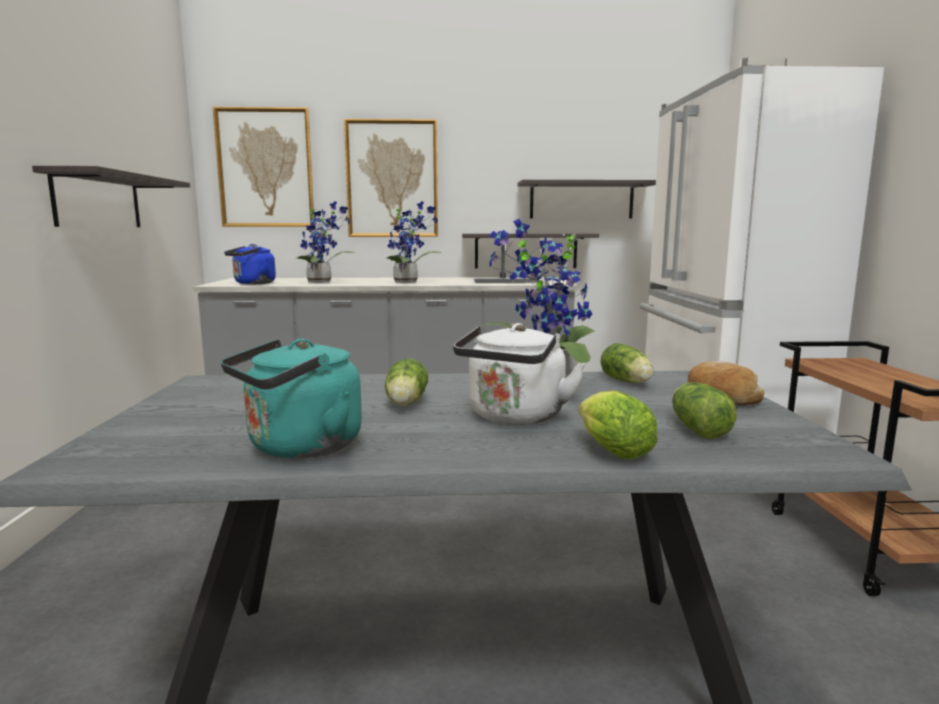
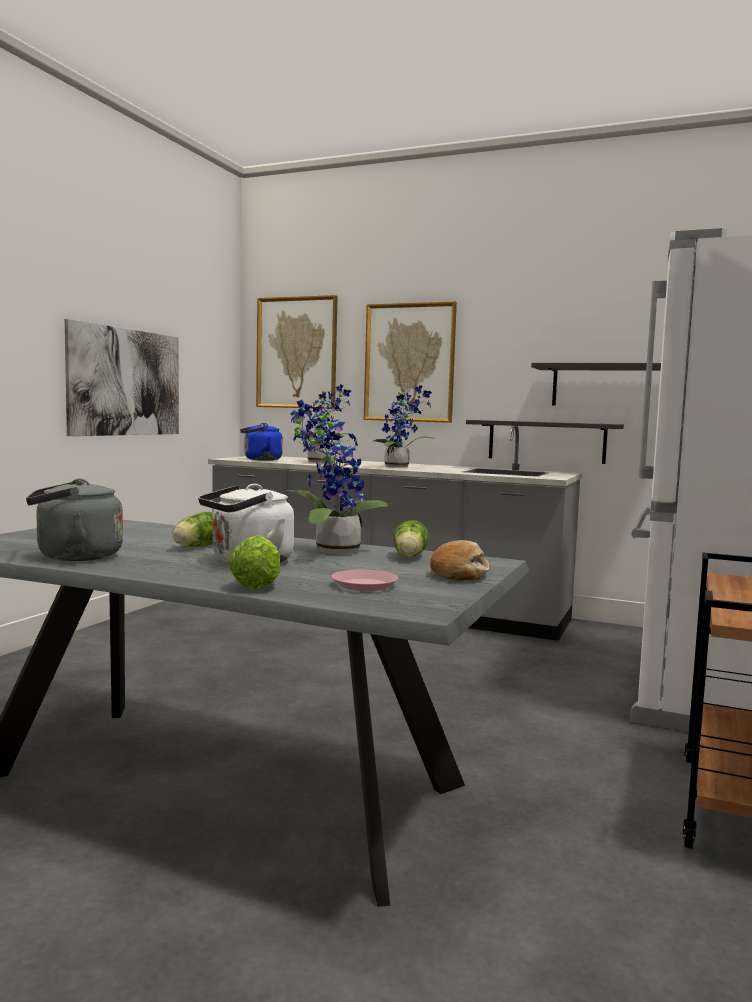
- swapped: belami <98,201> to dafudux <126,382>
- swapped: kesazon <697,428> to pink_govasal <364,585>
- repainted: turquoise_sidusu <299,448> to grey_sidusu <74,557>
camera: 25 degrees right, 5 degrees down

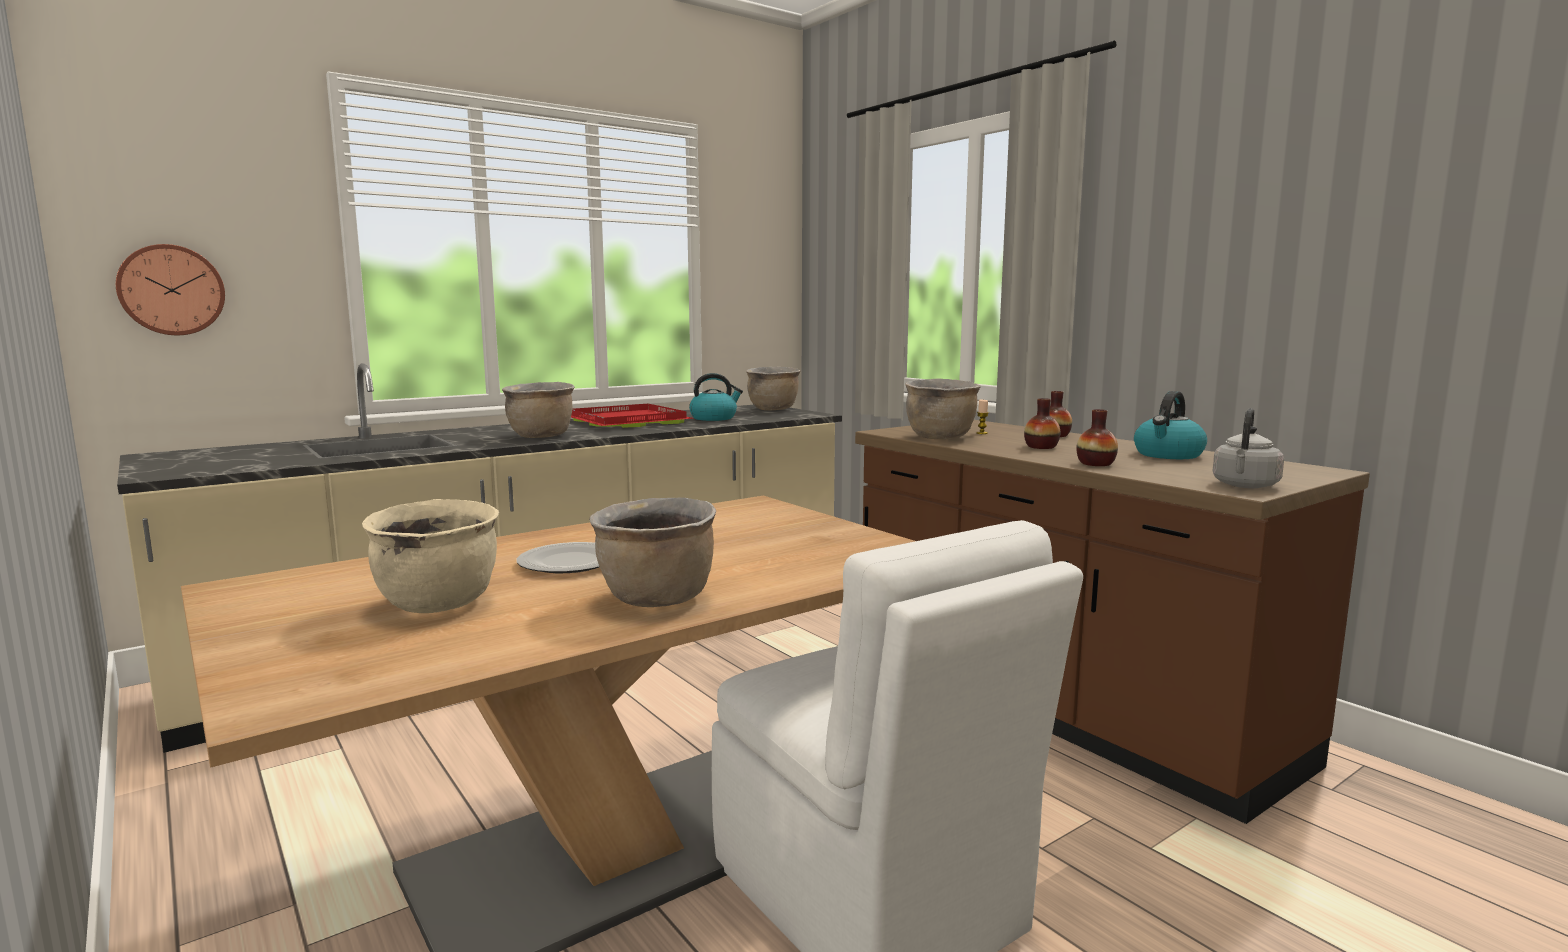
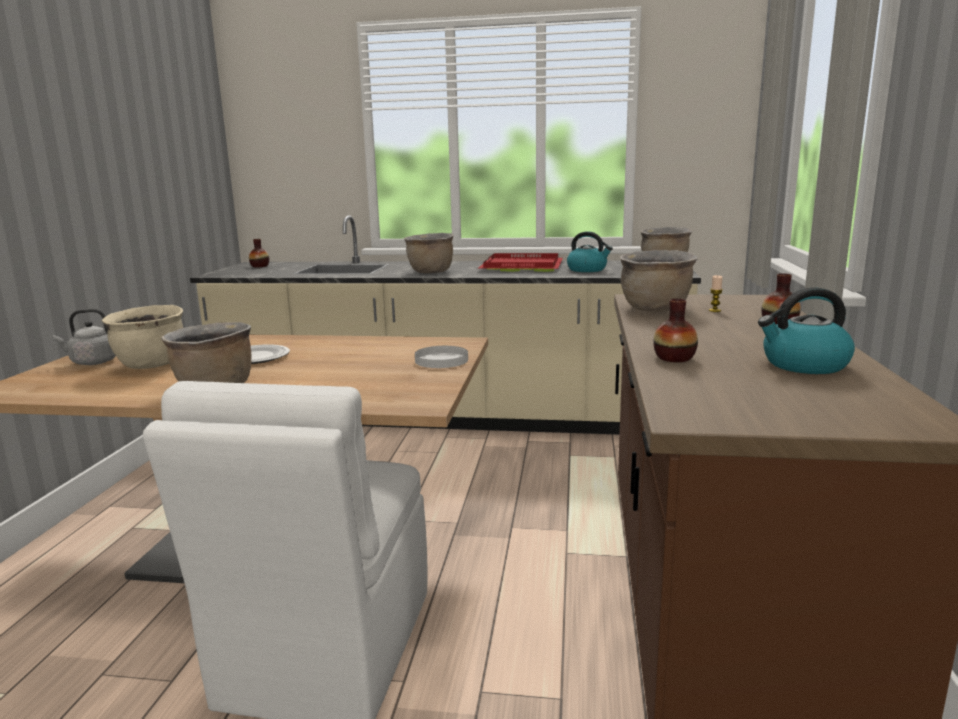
- gone: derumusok <171,290>
- new: white_govasal <441,360>
- shifted: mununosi <1041,447> to <260,266>
- shifted: grey_sidusu <1244,486> to <92,362>
camera: 45 degrees right, 5 degrees up

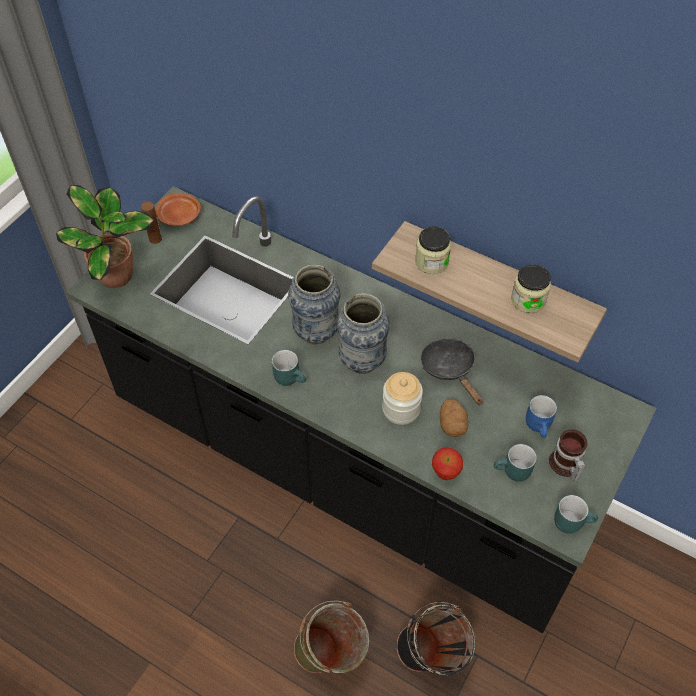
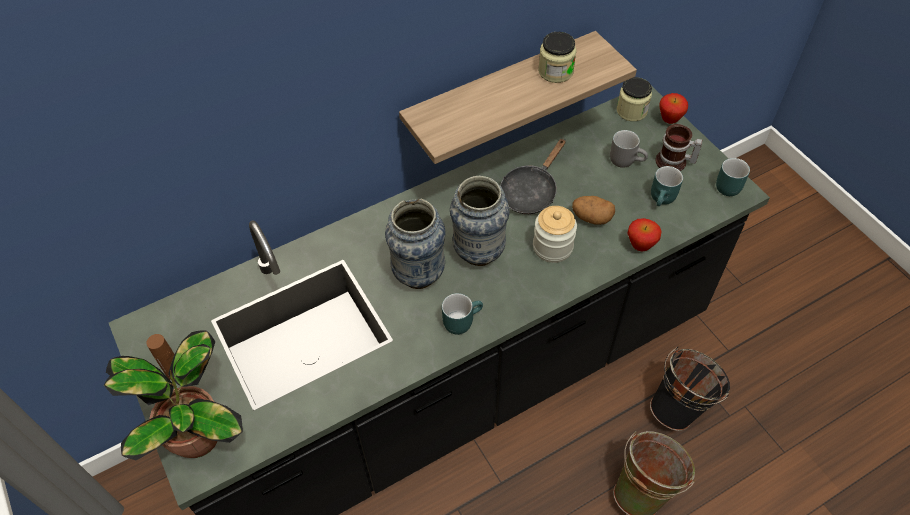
- gone: brown_govasal <179,216>
- new: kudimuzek <669,120>
- shifted: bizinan <431,262> to <631,111>
- repainted: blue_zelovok <540,426> to grey_zelovok <626,159>
- rotated: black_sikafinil <450,369> = <531,191> 60 degrees counterclockwise
camera: 60 degrees left, 0 degrees up

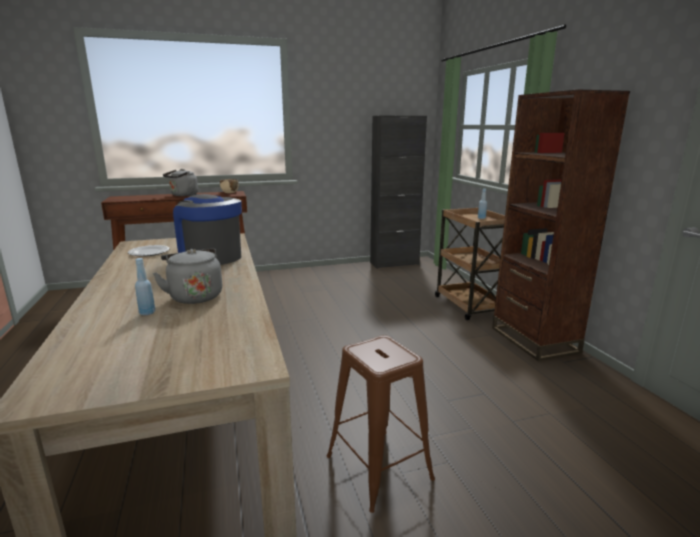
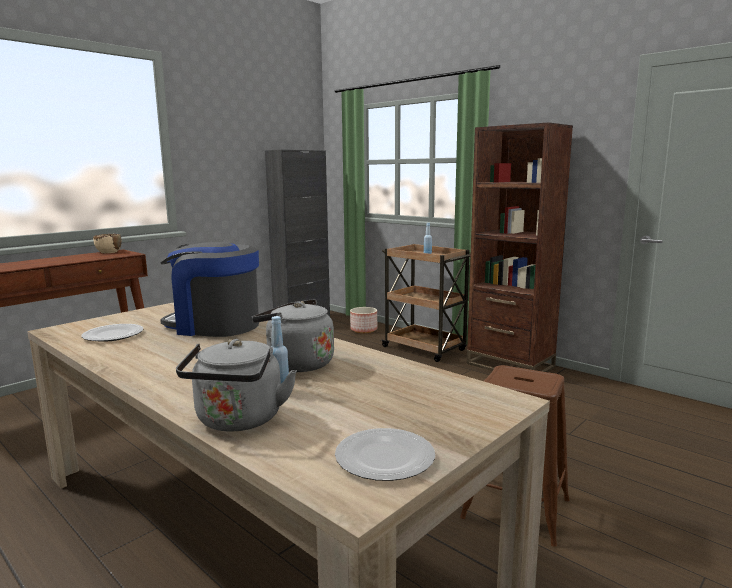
- new: govasal <386,458>
- new: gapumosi <364,330>
- shifted: grey_sidusu <183,195> to <238,421>
camera: 30 degrees left, 5 degrees down

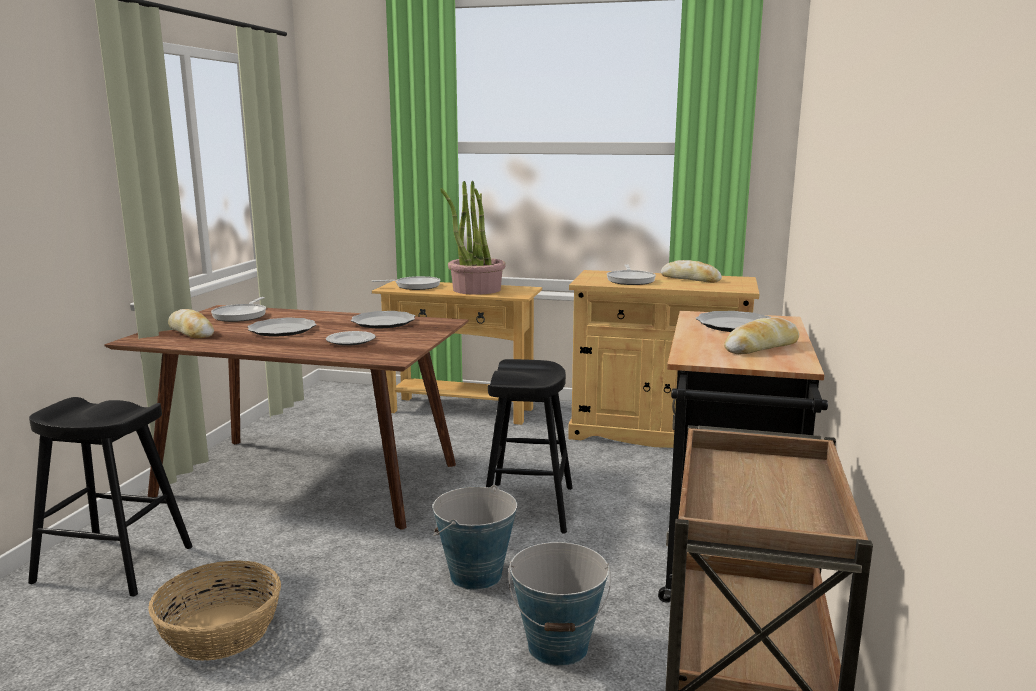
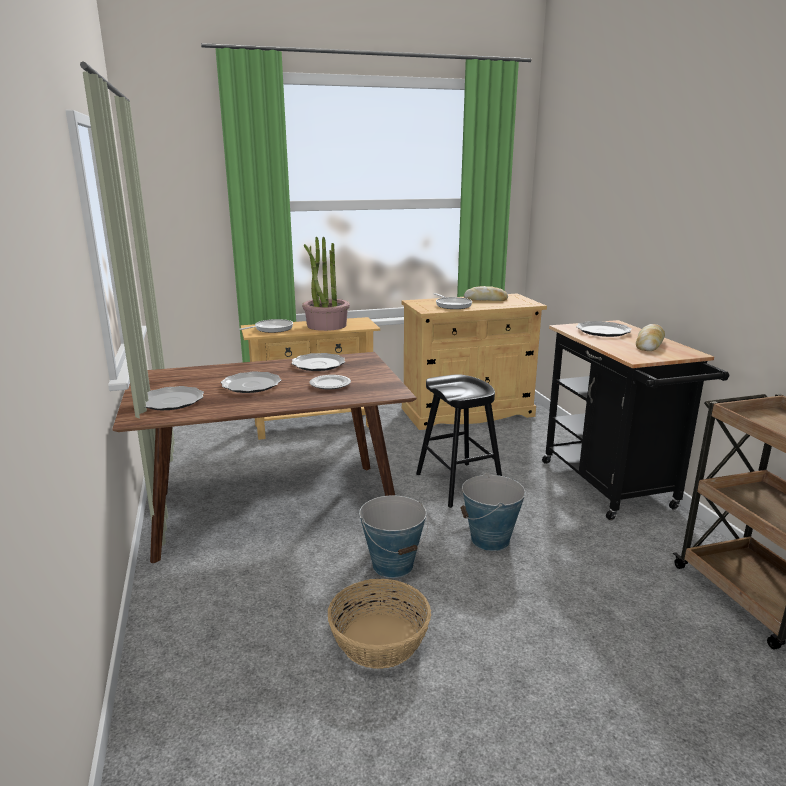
- gone: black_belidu <114,564>
- gone: sikafinil <241,315>
- shifted: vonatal <558,646> to <393,565>
- swapped: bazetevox <191,332> to govasal <172,401>
camera: 30 degrees left, 5 degrees up

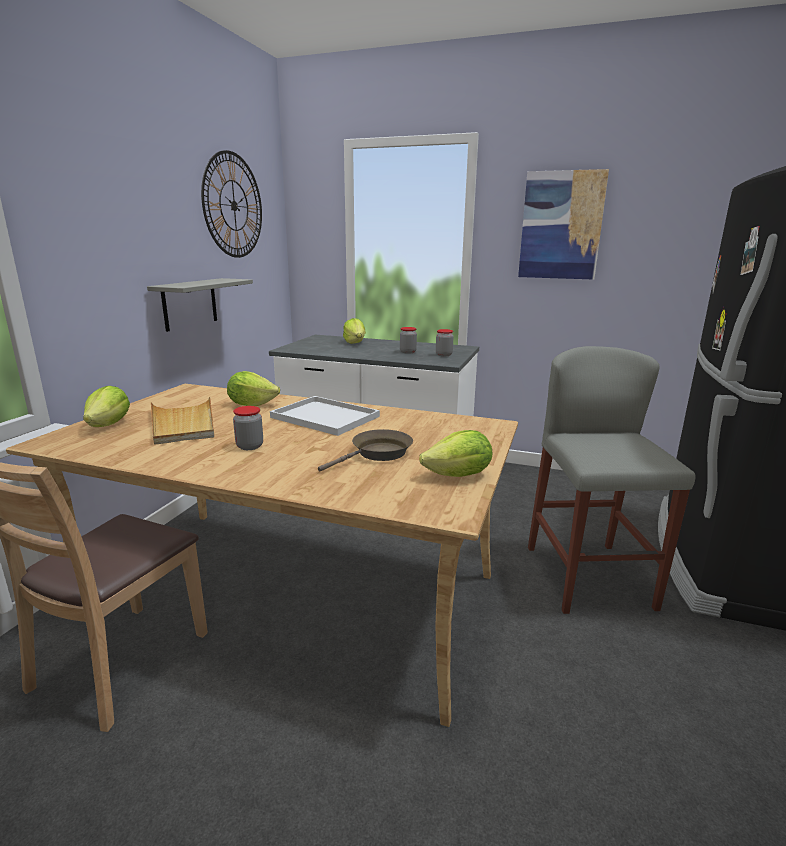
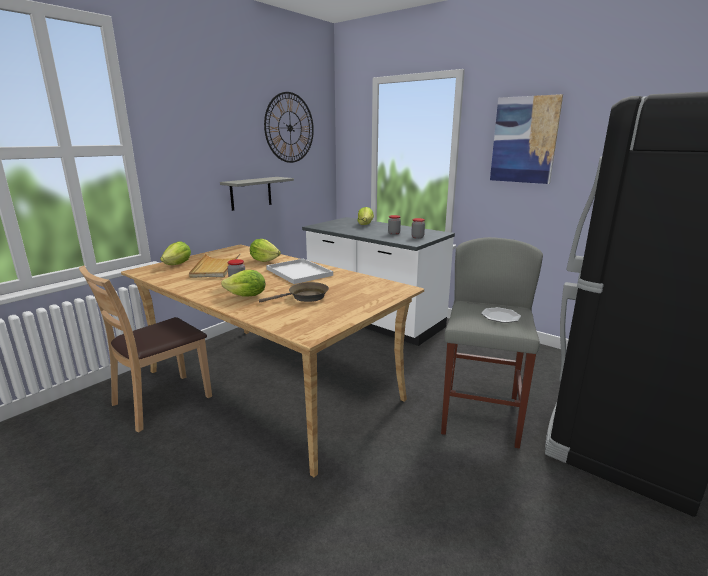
- new: govasal <500,316>
- shifted: kesazon <459,476> to <247,296>
camera: 20 degrees right, 0 degrees up

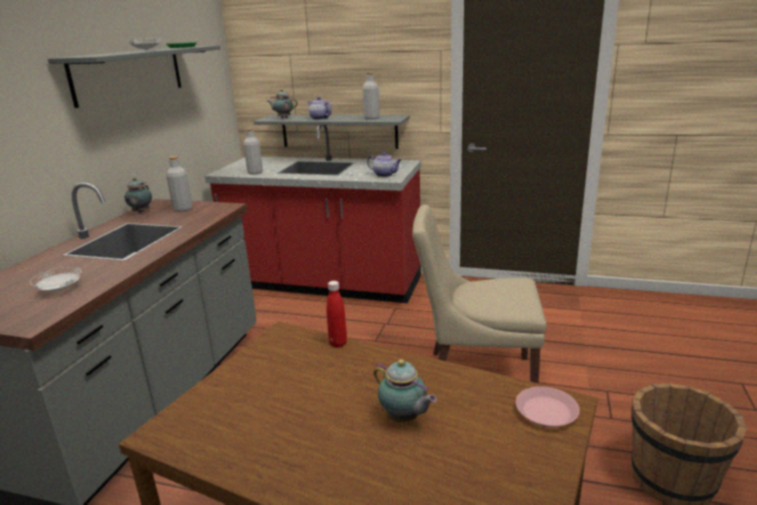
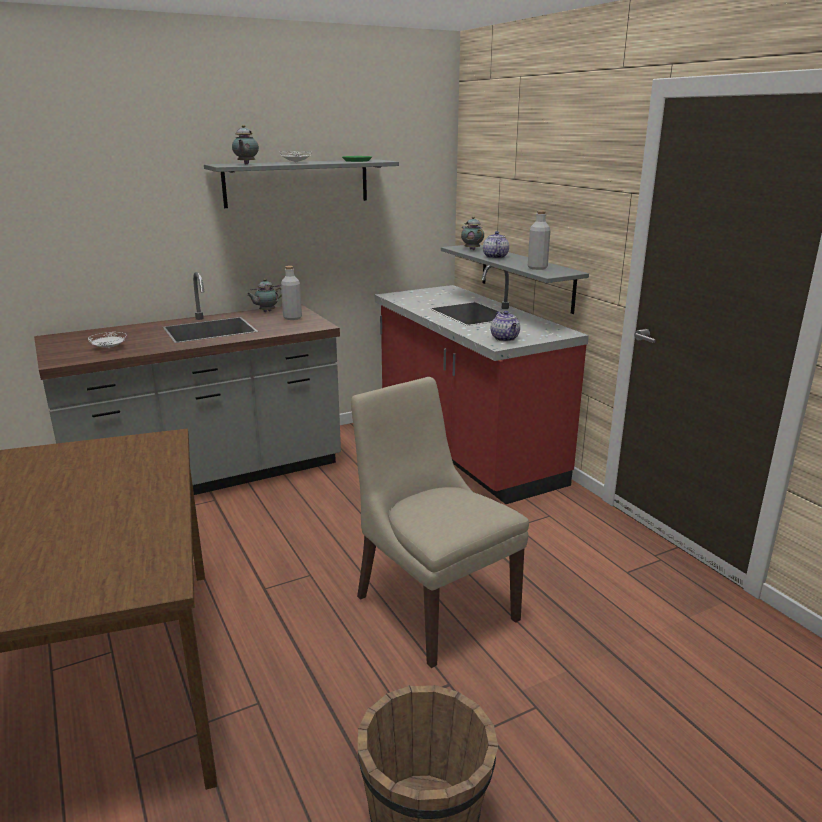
- gone: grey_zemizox <255,172>
- gone: red_zemizox <338,343>
- gone: pink_govasal <546,411>
- shifted: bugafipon <404,418> to <246,164>
camera: 45 degrees right, 0 degrees up

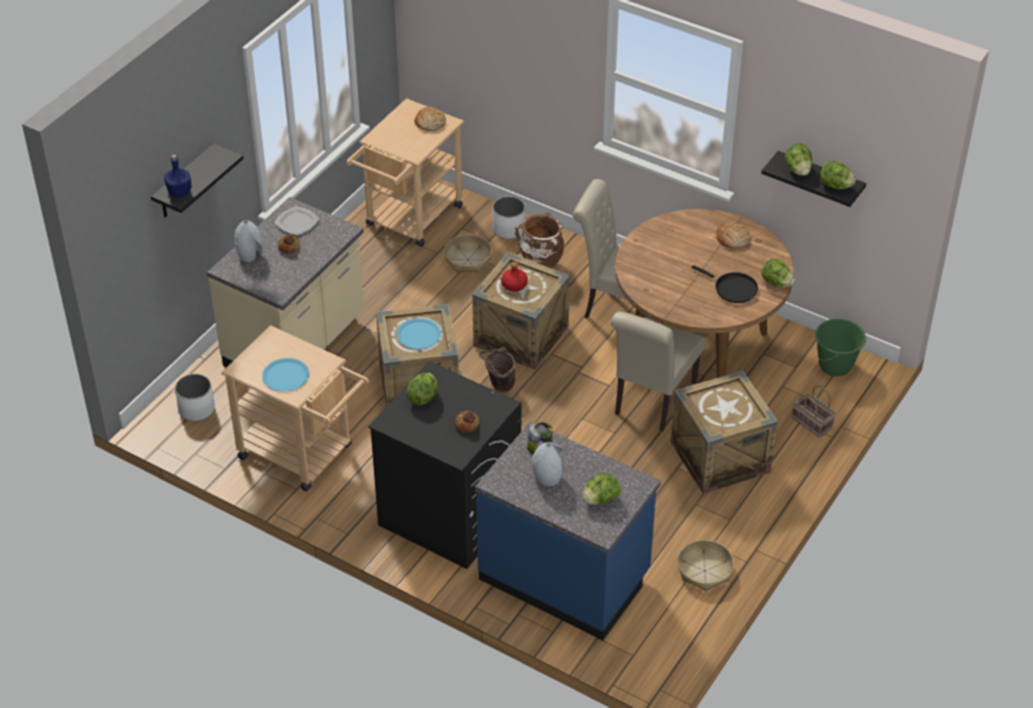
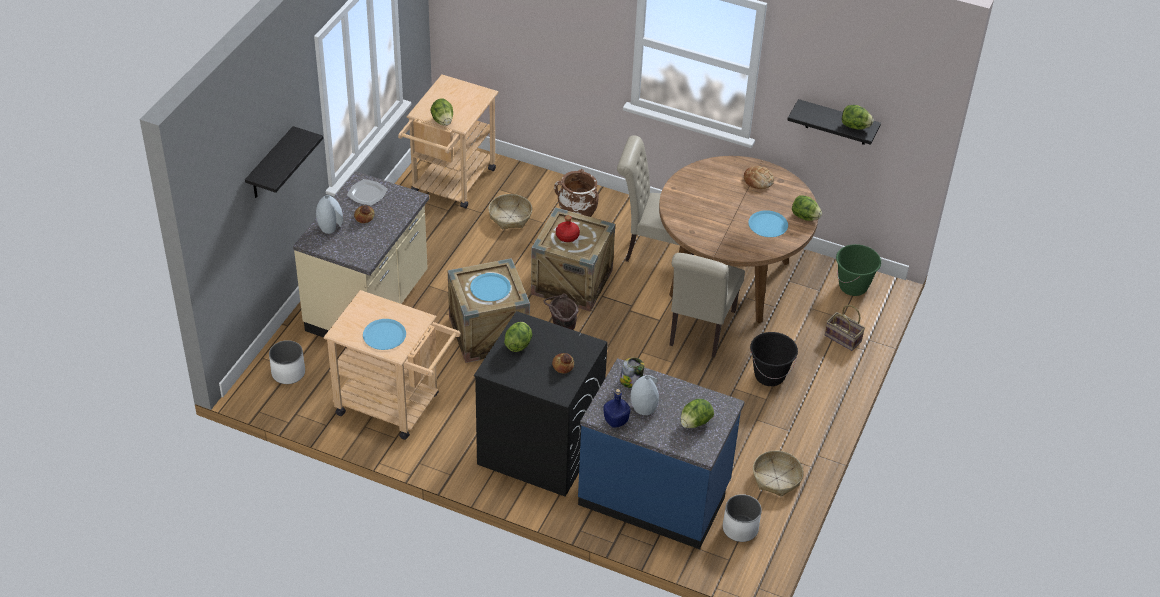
- gone: bazetevox <430,122>
- shifted: blue_zemizox <180,192> to <616,421>
- shifted: white_gapumosi <508,229> to <740,528>
- shifted: kesazon <798,170> to <442,121>
- swapped: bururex <720,457> to black_vonatal <769,376>
- swapped: black_sikafinil <732,289> to blue_govasal <768,225>
camera: 10 degrees left, 0 degrees up

